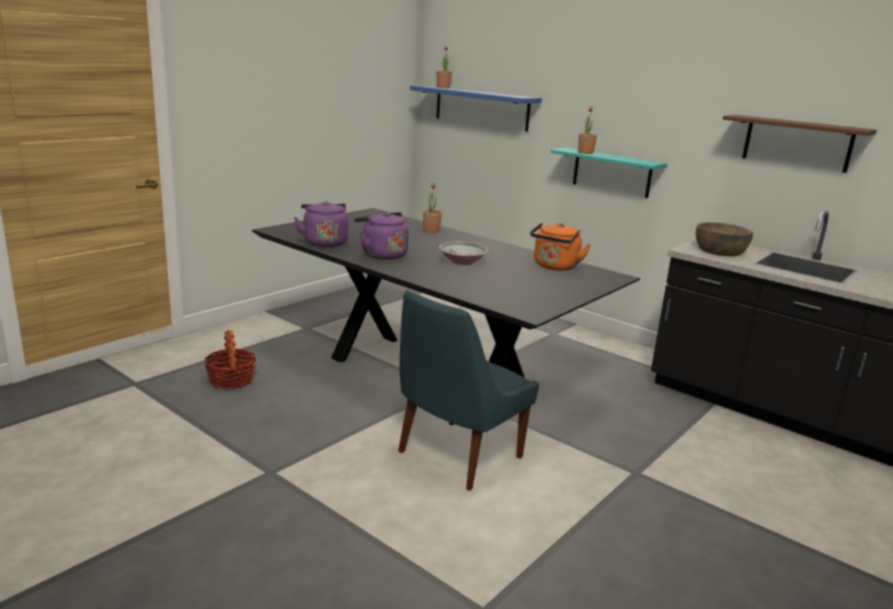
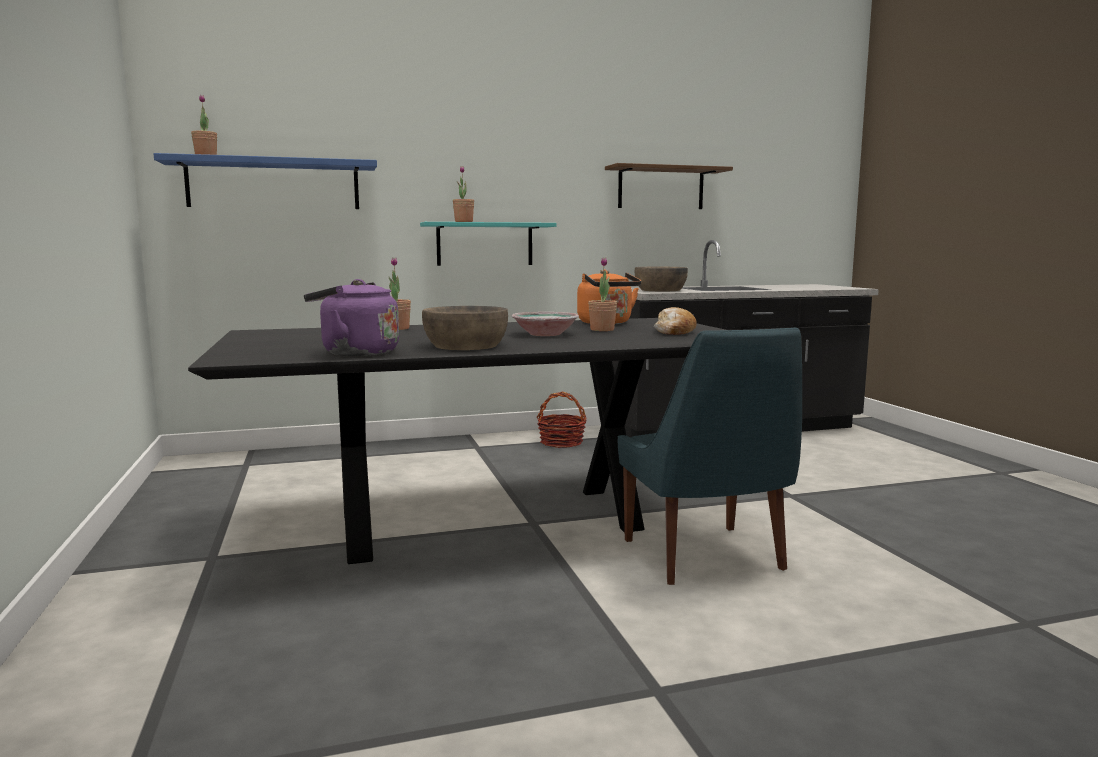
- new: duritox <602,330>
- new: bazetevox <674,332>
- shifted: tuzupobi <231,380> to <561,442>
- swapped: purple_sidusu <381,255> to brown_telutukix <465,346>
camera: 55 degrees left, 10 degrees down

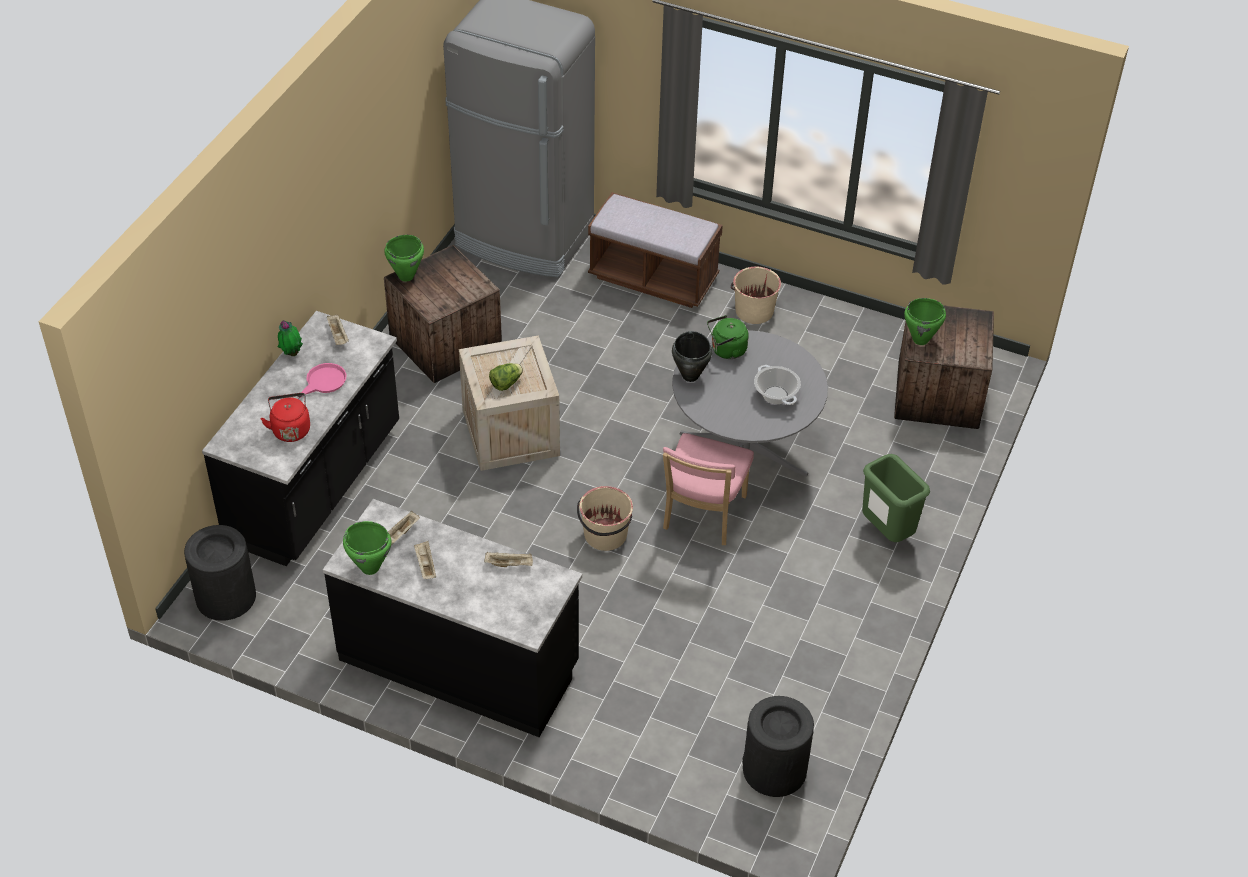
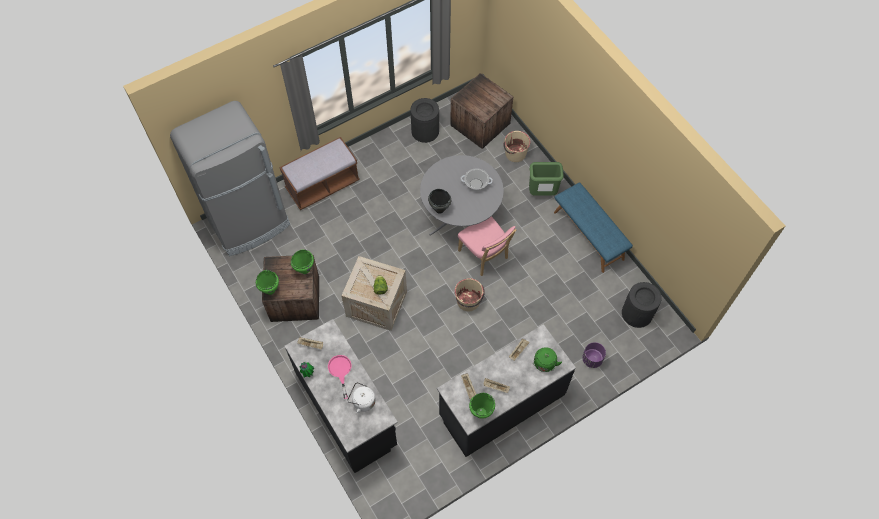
- new: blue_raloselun <589,235>
- new: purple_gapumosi <592,359>
- shifted: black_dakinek <225,596> to <425,131>
- shifted: green_sidusu <726,350> to <544,364>
- shifted: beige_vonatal <754,311> to <515,154>
- shifted: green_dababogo <920,340> to <305,270>
- repainted: red_sidusu <290,429> to white_sidusu <362,401>
camera: 55 degrees left, 15 degrees up

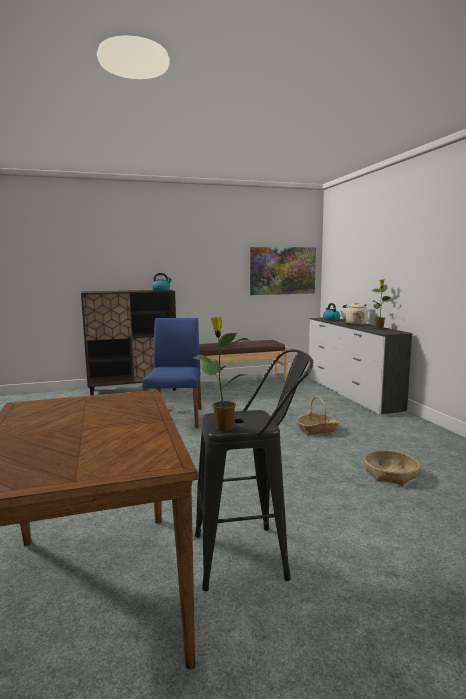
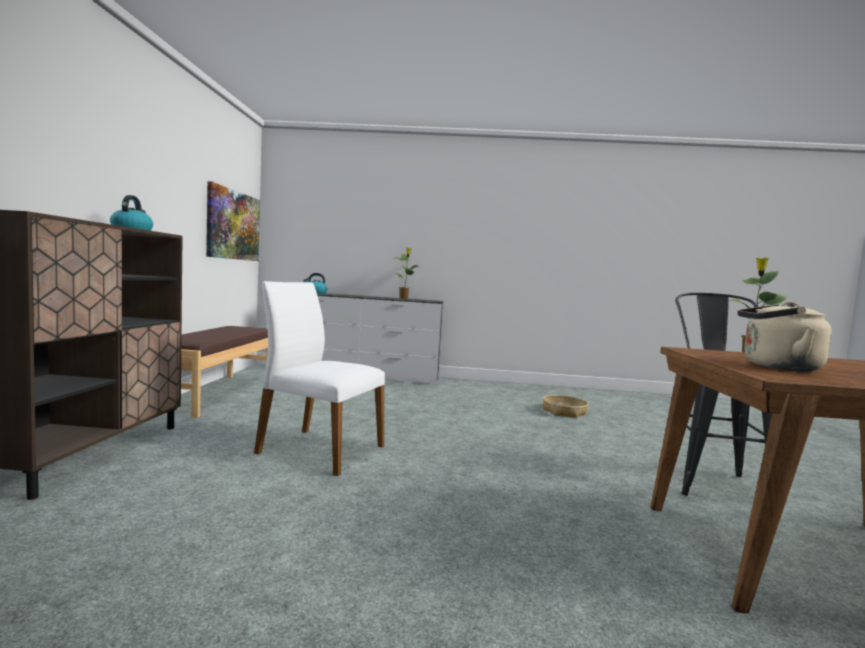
- gone: tuzupobi <317,430>
- shifted: beige_sidusu <354,324> to <776,367>
- repainted: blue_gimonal <175,417> to white_gimonal <319,449>
camera: 70 degrees left, 5 degrees down

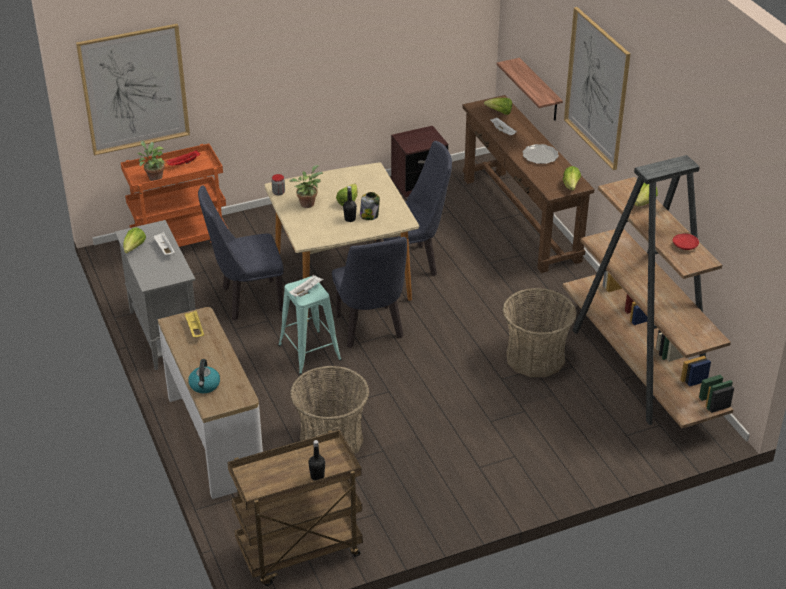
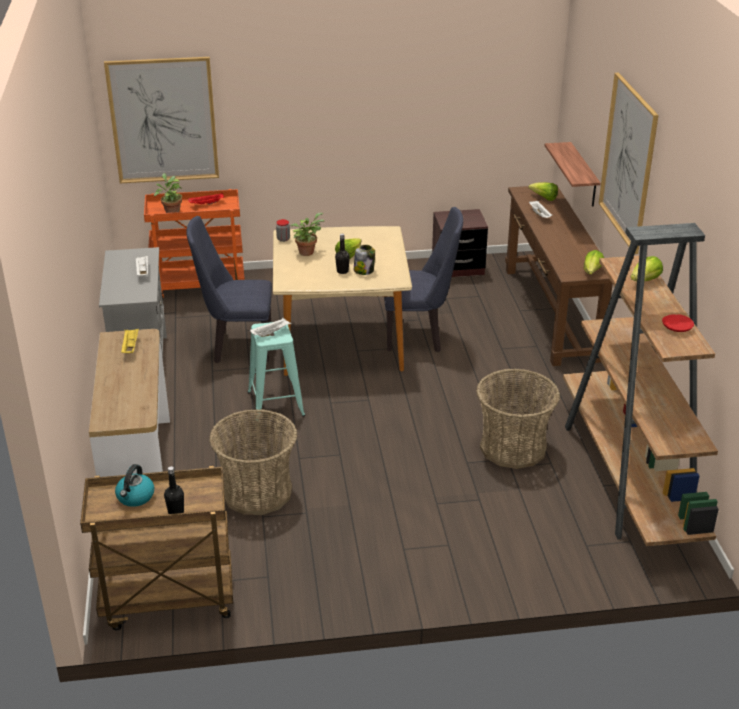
- gone: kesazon <134,248>
- gone: blue_gimonal <370,330>
- gone: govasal <540,156>
- shifted: sidusu <205,385> to <135,497>
camera: 15 degrees right, 5 degrees down

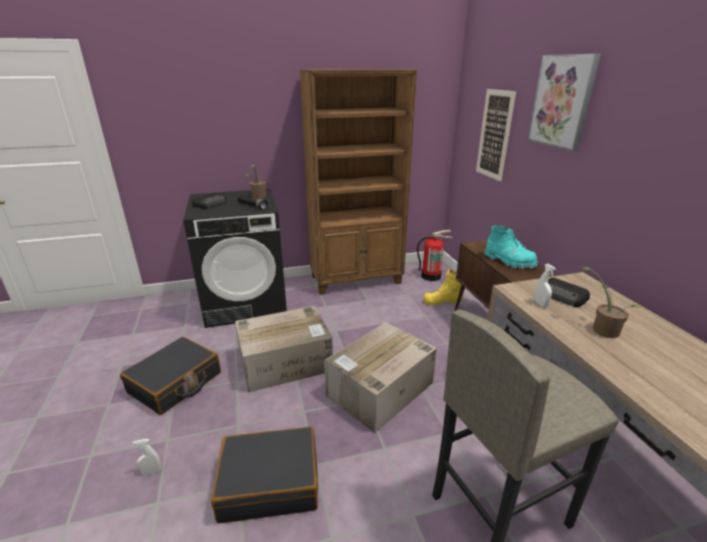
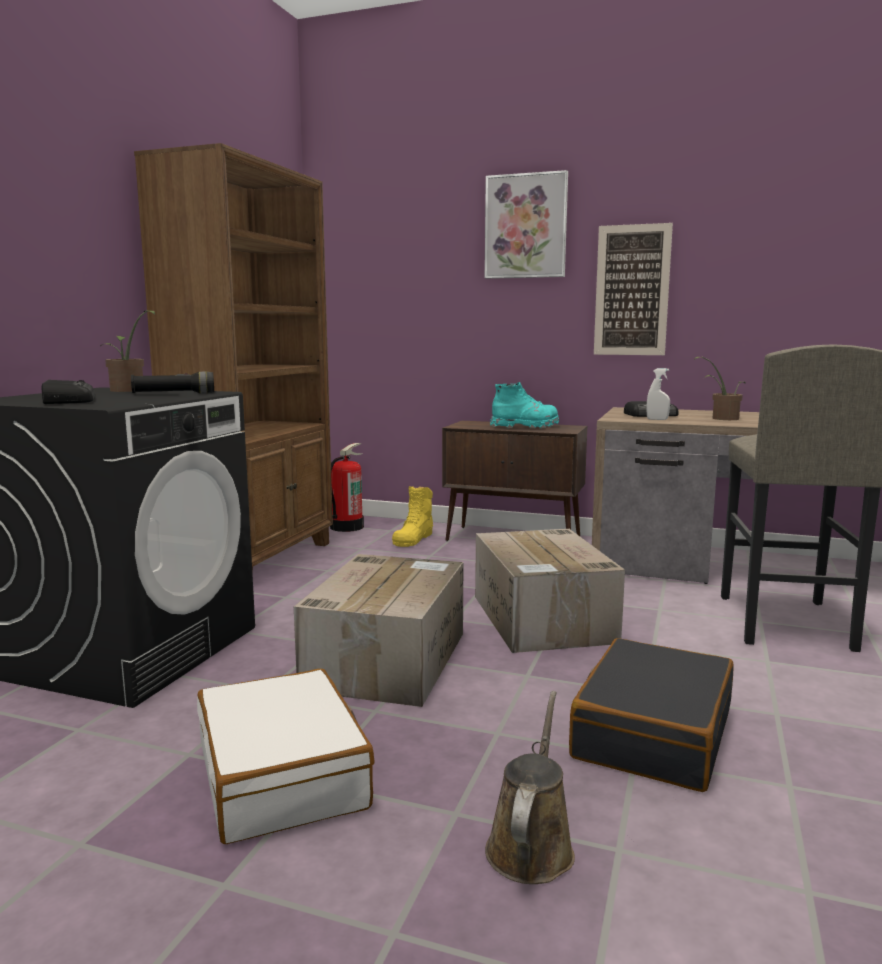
- shifted: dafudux <494,134> to <632,290>
- swapped: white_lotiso <151,472> to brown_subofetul <531,845>
- repainted: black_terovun <175,383> to white_terovun <283,775>
camera: 55 degrees left, 15 degrees down

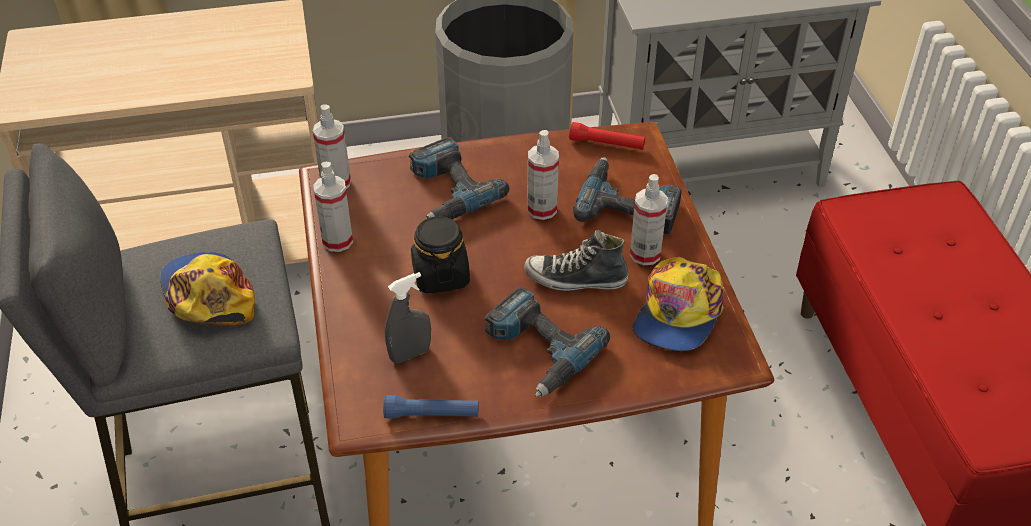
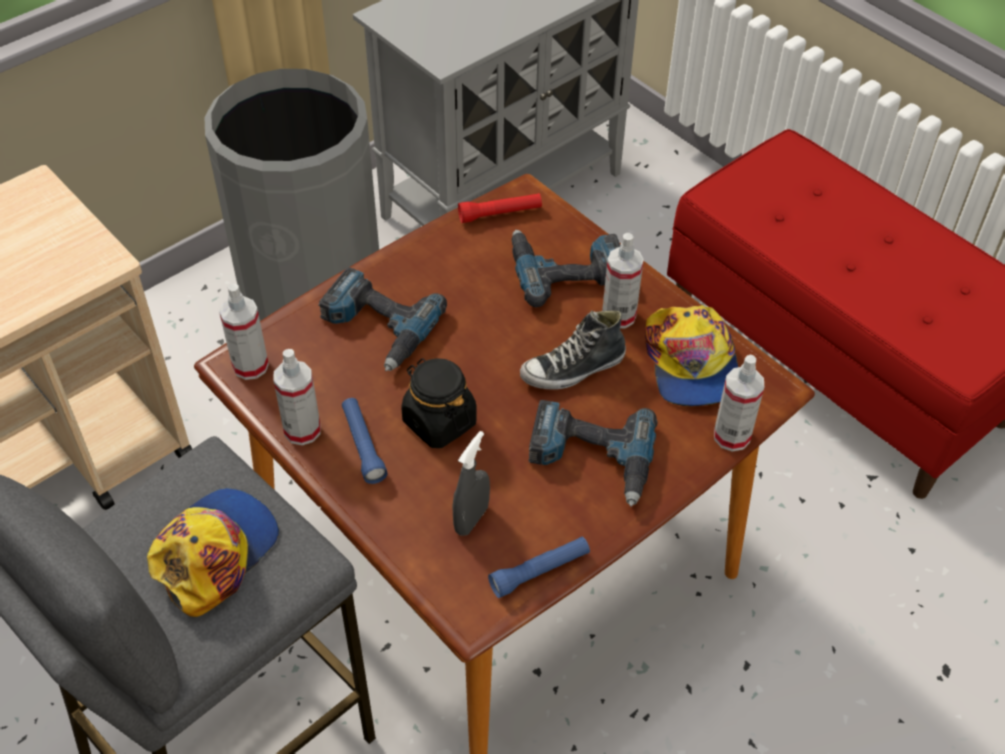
- new: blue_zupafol <363,446>
- shifted: lotiso <542,209> to <731,436>
- rotated: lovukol <208,294> = <214,552> 90 degrees clockwise
camera: 30 degrees left, 5 degrees up

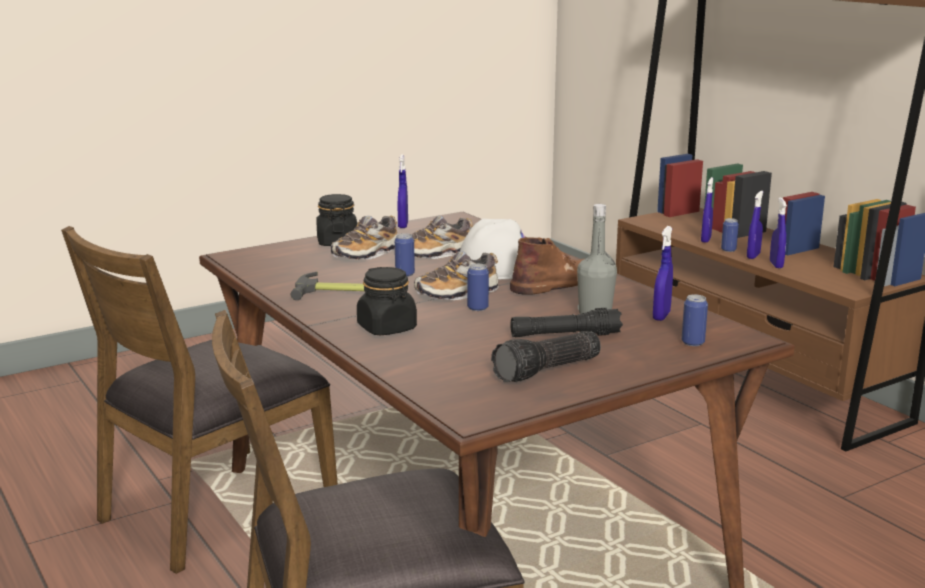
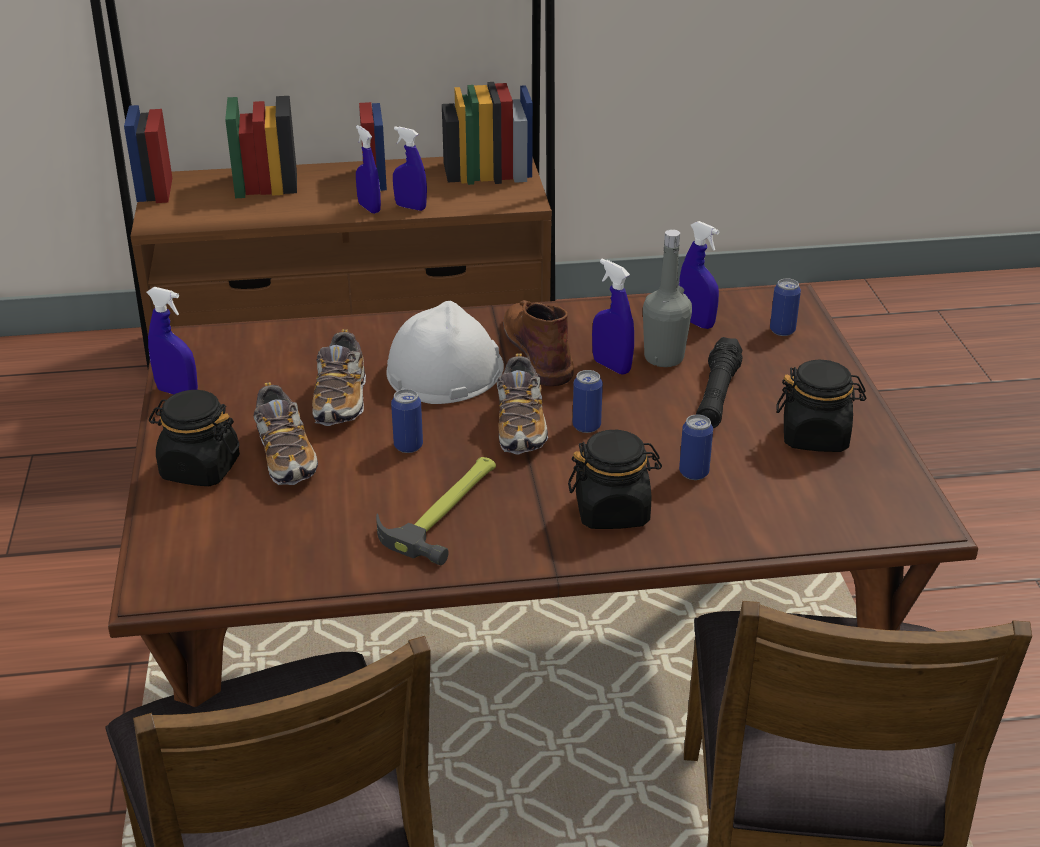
- shifted: blue_lotiso <706,240> to <611,366>
- shifted: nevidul <728,250> to <694,473>
- swapped: zupafol <548,371> to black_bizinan <815,436>
camera: 65 degrees left, 15 degrees up

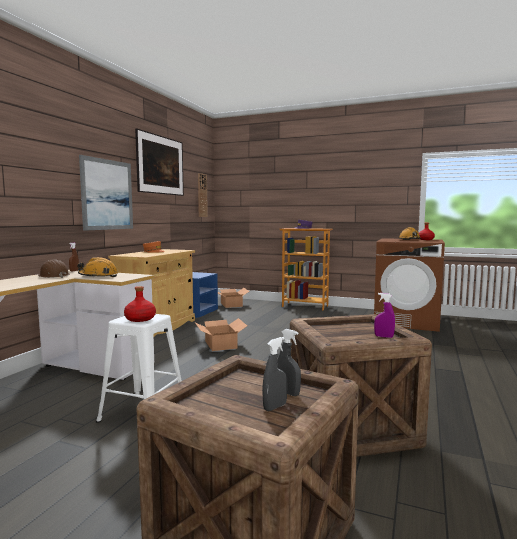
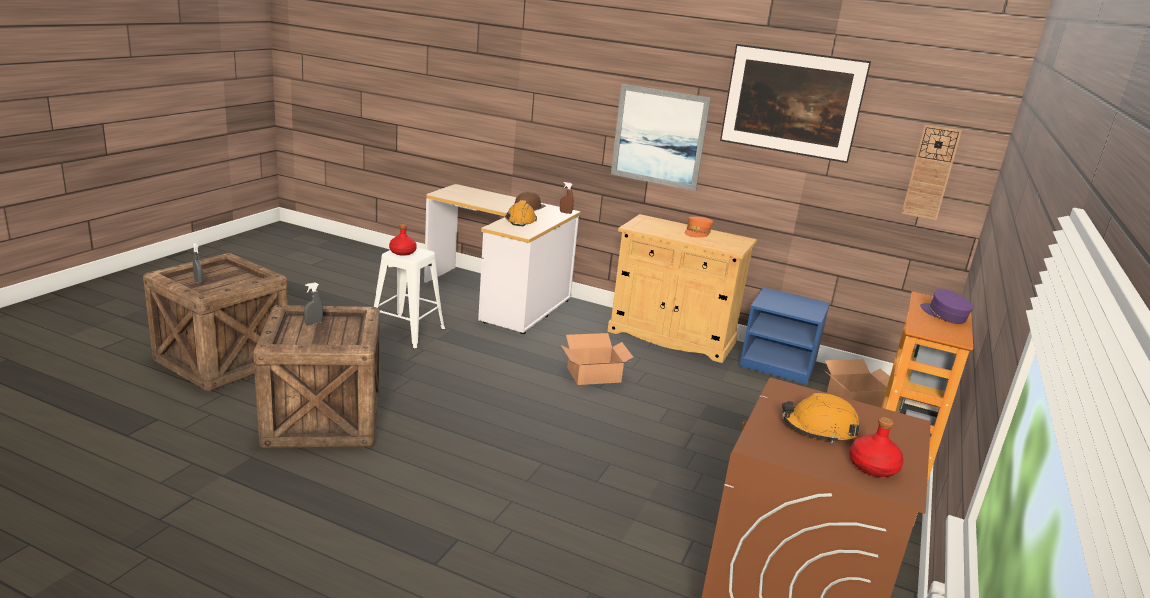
- gone: purple_lotiso <384,336>
- shifted: grey_lotiso <288,393> to <313,323>
camera: 90 degrees right, 15 degrees up

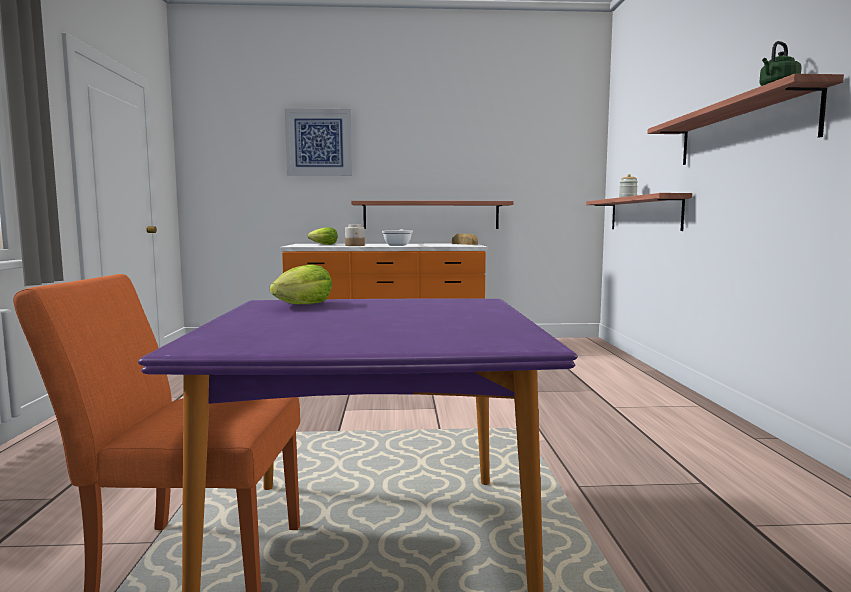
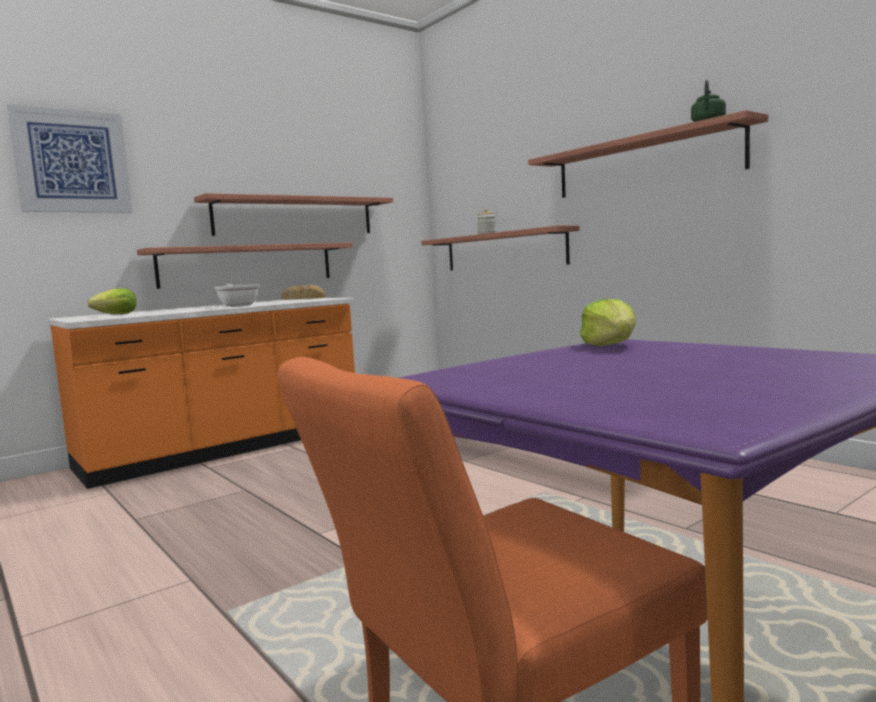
- gone: bizinan <355,245>
- new: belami <295,216>
- shifted: kesazon <303,305> to <611,345>
camera: 35 degrees left, 0 degrees up

